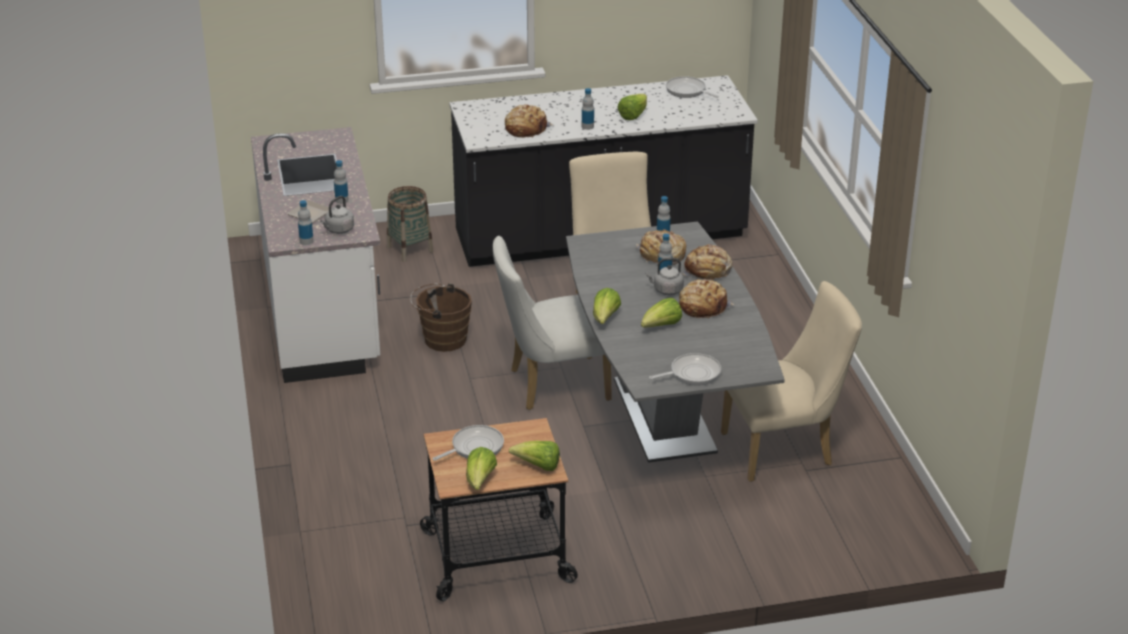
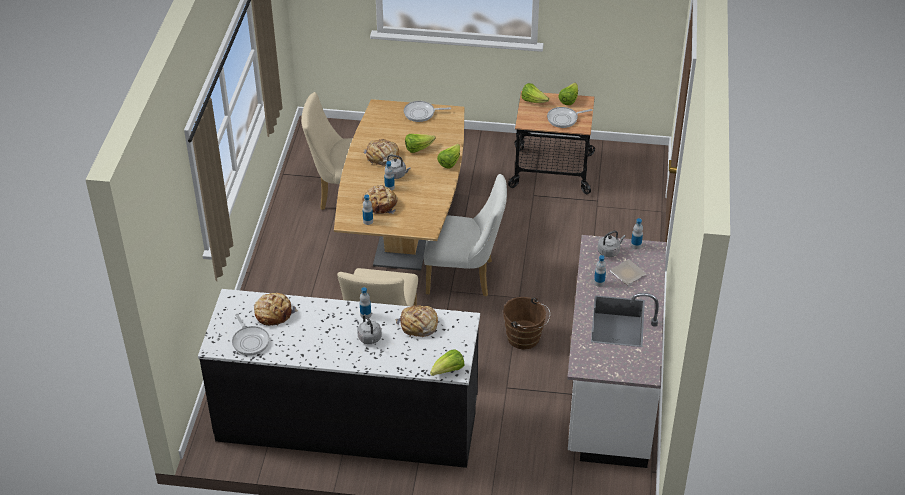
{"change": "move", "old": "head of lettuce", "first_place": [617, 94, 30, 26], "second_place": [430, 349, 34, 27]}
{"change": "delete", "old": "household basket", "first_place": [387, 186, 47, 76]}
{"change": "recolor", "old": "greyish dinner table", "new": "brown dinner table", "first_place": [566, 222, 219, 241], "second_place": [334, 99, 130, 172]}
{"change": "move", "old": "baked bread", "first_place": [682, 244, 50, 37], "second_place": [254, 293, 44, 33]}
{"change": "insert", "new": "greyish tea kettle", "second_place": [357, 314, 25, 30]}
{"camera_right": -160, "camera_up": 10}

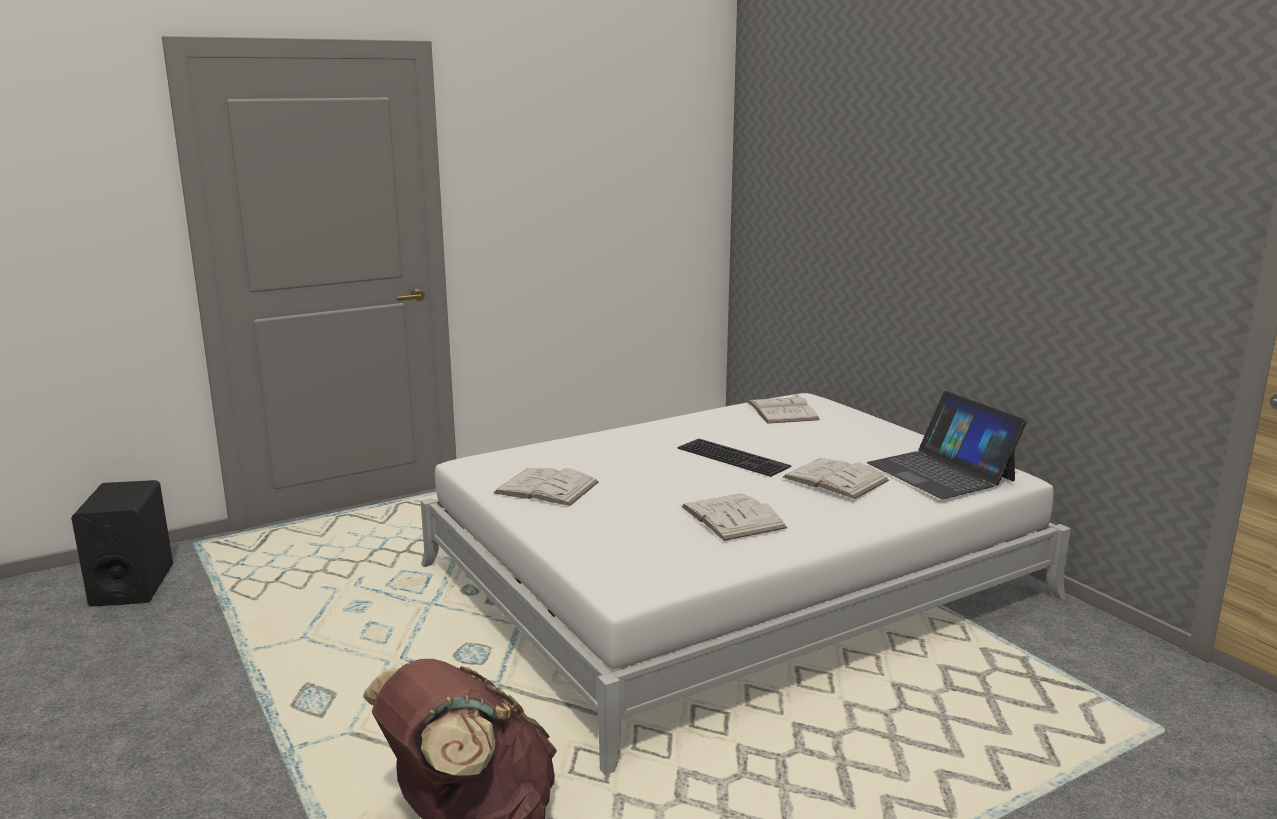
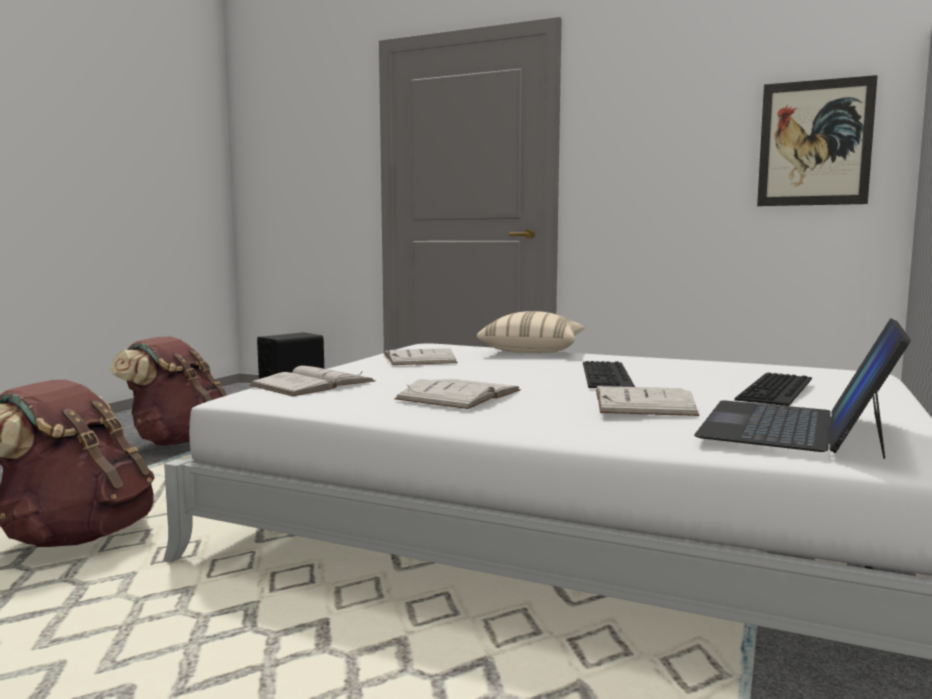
{"change": "move", "old": "white-coloured bound book", "first_place": [747, 394, 73, 30], "second_place": [250, 366, 126, 30]}
{"change": "insert", "new": "wall art", "second_place": [757, 75, 121, 131]}
{"change": "insert", "new": "sand-coloured throw pillow", "second_place": [477, 311, 108, 42]}
{"change": "insert", "new": "brown knapsack", "second_place": [110, 336, 117, 110]}
{"change": "insert", "new": "keyboard", "second_place": [735, 373, 77, 33]}
{"camera_right": 55, "camera_up": -10}

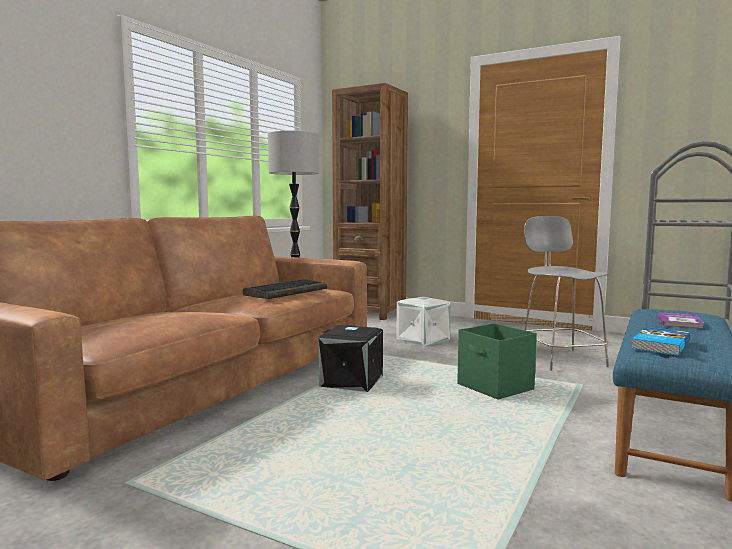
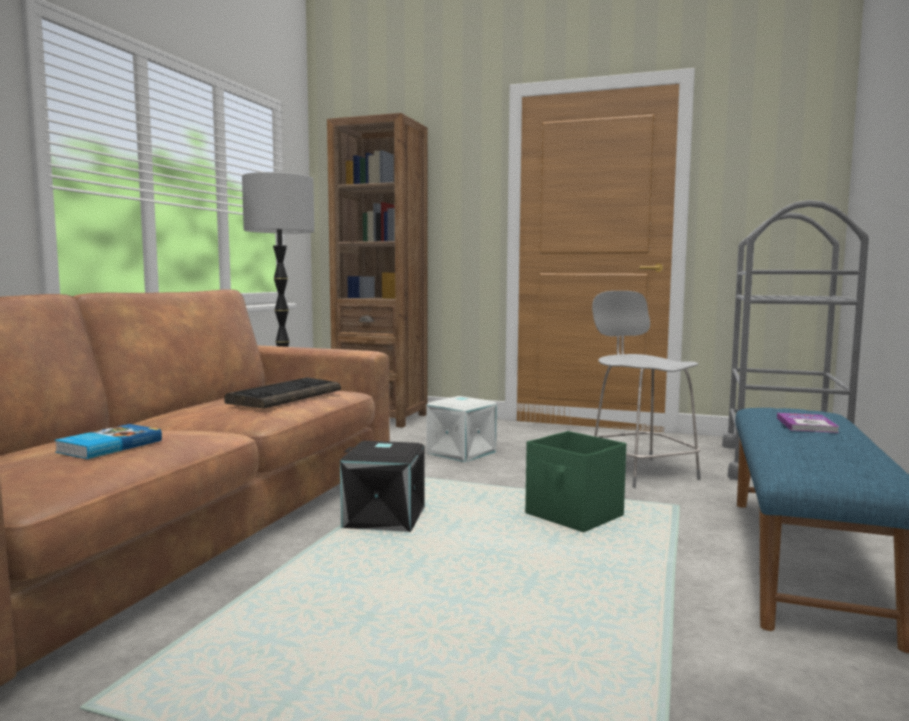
{"change": "move", "old": "bound book", "first_place": [631, 327, 59, 29], "second_place": [54, 424, 108, 35]}
{"camera_right": -10, "camera_up": 0}

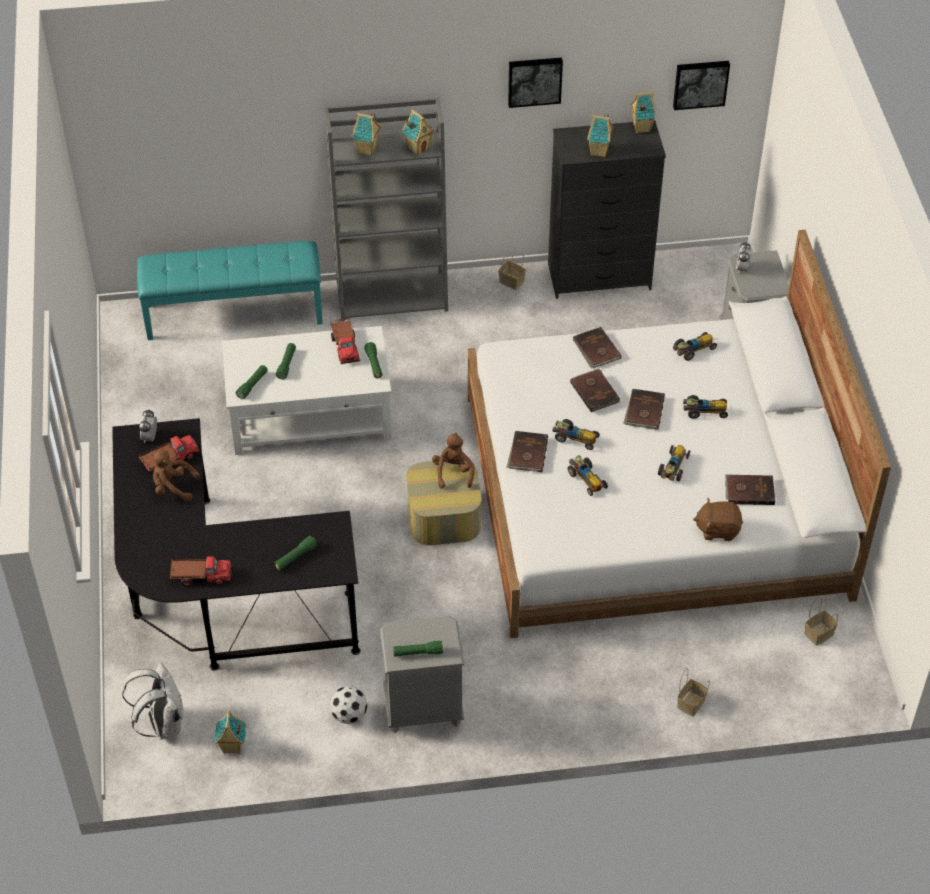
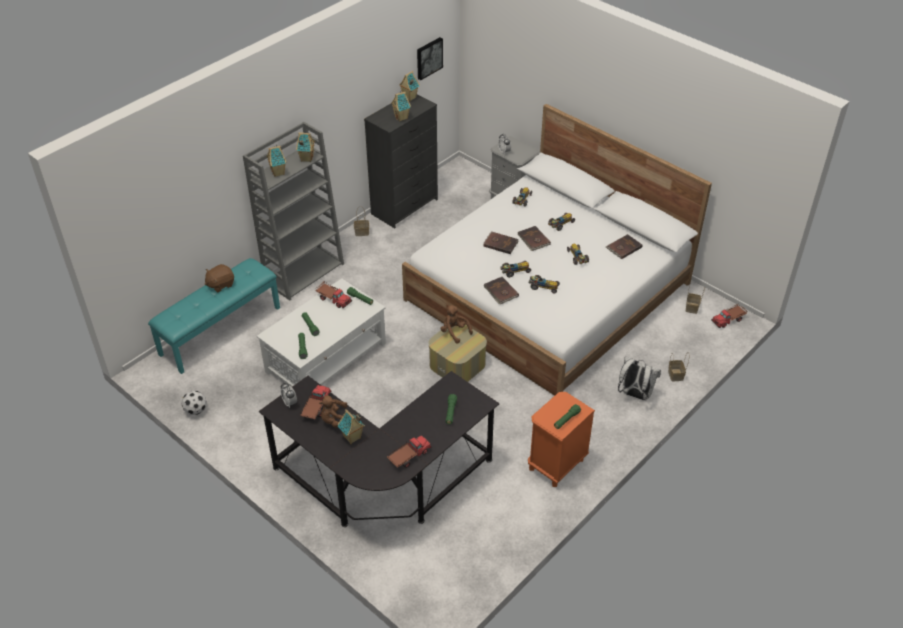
{"change": "delete", "old": "wall art", "first_place": [508, 58, 55, 50]}
{"change": "delete", "old": "brown bound book", "first_place": [573, 327, 49, 42]}
{"change": "move", "old": "brown cuddly toy", "first_place": [693, 498, 50, 43], "second_place": [205, 264, 29, 28]}
{"change": "recolor", "old": "greyish night table", "new": "orange night table", "first_place": [380, 616, 84, 117], "second_place": [528, 392, 67, 95]}
{"change": "move", "old": "white-coloured knapsack", "first_place": [122, 663, 61, 77], "second_place": [618, 356, 43, 44]}
{"change": "move", "old": "football ball", "first_place": [330, 686, 38, 38], "second_place": [181, 391, 26, 24]}
{"change": "move", "old": "toy house", "first_place": [214, 711, 32, 43], "second_place": [337, 409, 28, 35]}
{"change": "insert", "new": "toy lorry", "second_place": [711, 304, 36, 24]}
{"camera_right": -40, "camera_up": -5}

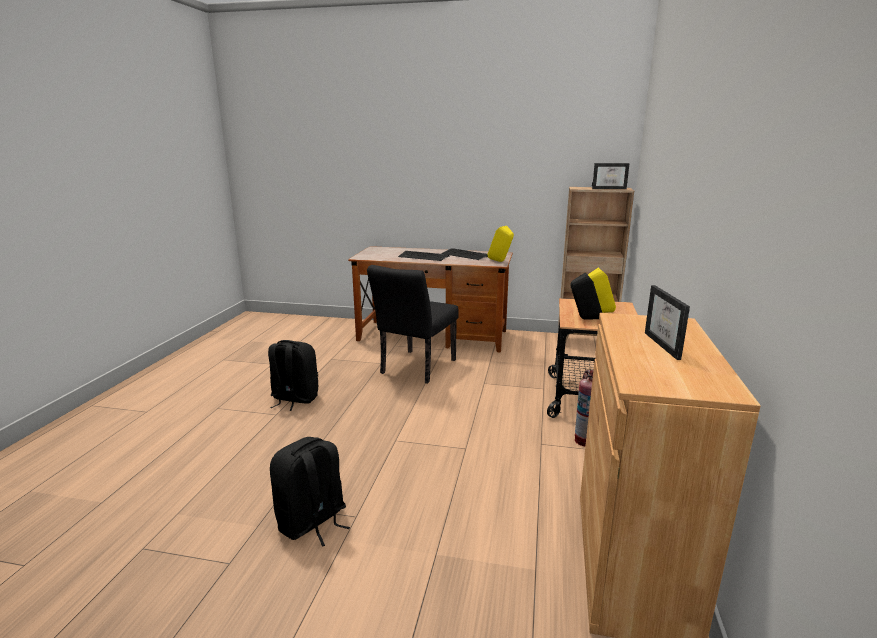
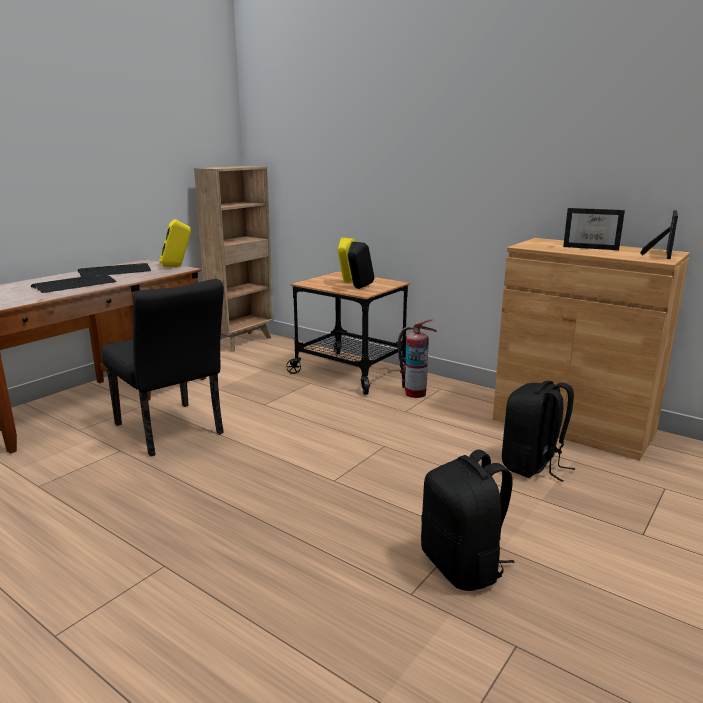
{"change": "move", "old": "standing frame", "first_place": [592, 163, 38, 26], "second_place": [640, 210, 38, 49]}
{"change": "move", "old": "black-coloured knapsack", "first_place": [268, 340, 50, 71], "second_place": [502, 381, 73, 101]}
{"camera_right": -65, "camera_up": 0}

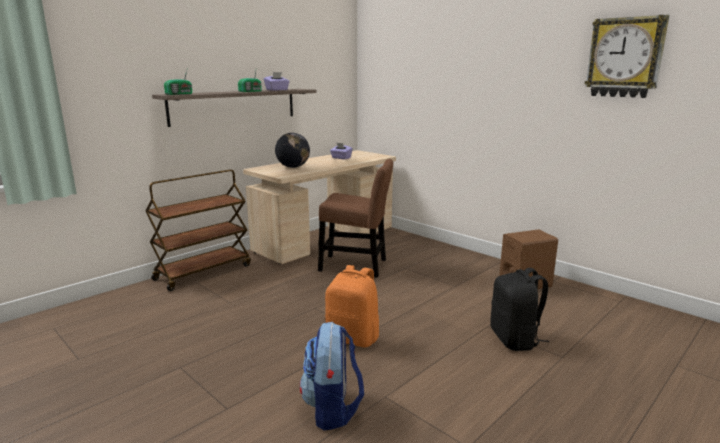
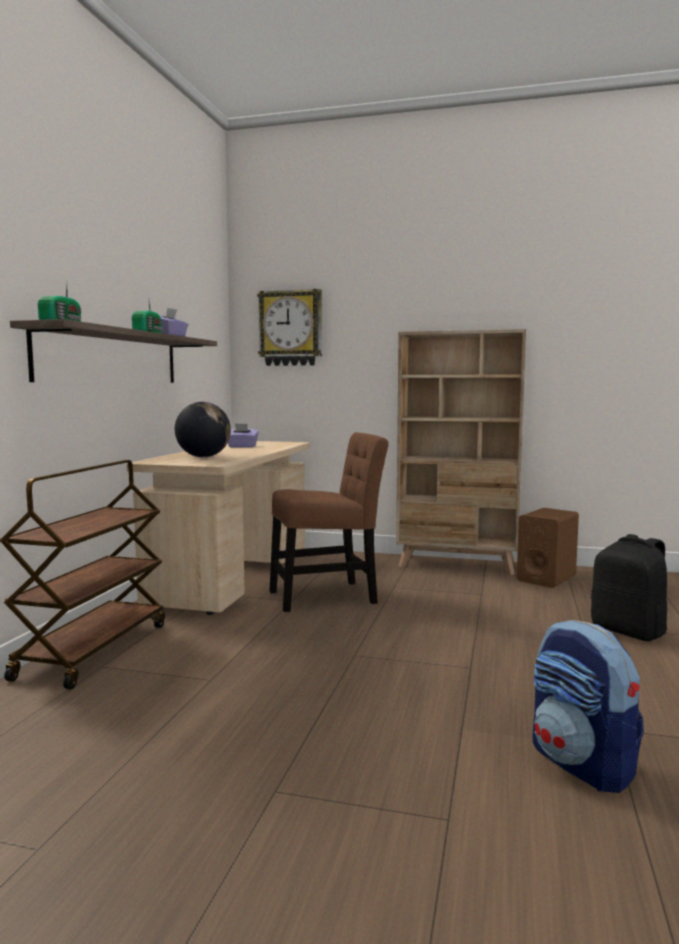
{"change": "move", "old": "wall clock", "first_place": [585, 15, 84, 83], "second_place": [257, 289, 65, 77]}
{"change": "delete", "old": "orange knapsack", "first_place": [325, 265, 54, 82]}
{"change": "insert", "new": "sand-coloured shelving unit", "second_place": [396, 329, 130, 246]}
{"camera_right": -30, "camera_up": -10}

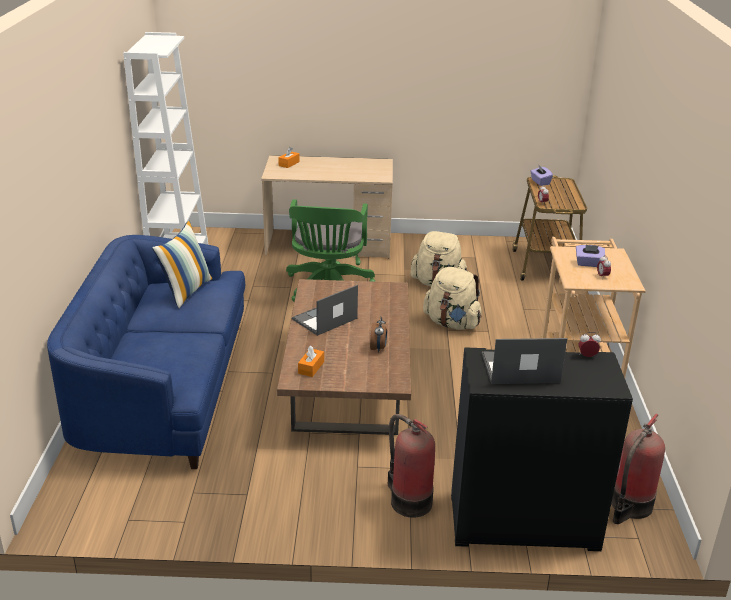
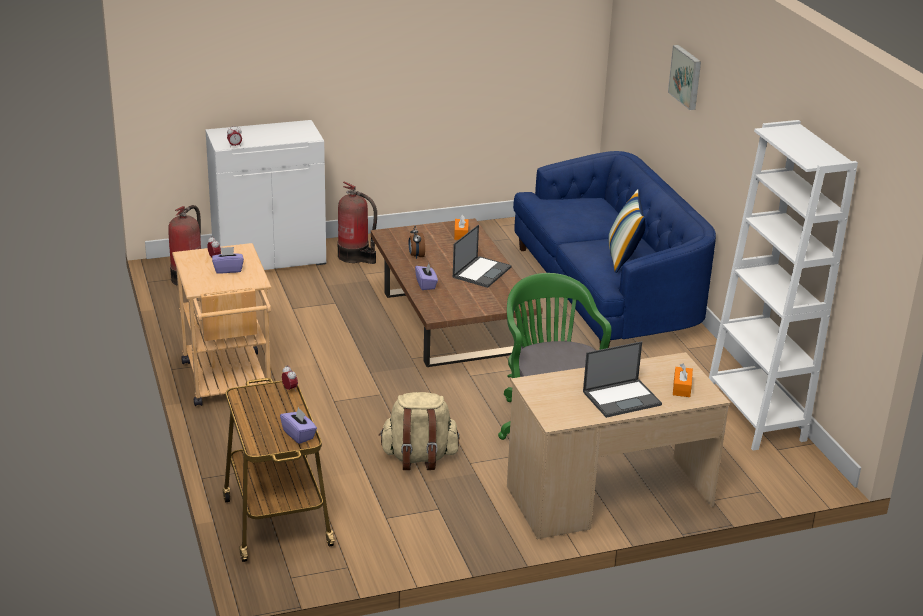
{"change": "delete", "old": "sand-coloured knapsack", "first_place": [423, 267, 59, 63]}
{"change": "move", "old": "notebook computer", "first_place": [482, 338, 86, 46], "second_place": [583, 341, 79, 77]}
{"change": "recolor", "old": "black-coloured storage cabinet", "new": "white-coloured storage cabinet", "first_place": [451, 347, 182, 204], "second_place": [205, 120, 121, 150]}
{"change": "insert", "new": "wall art", "second_place": [668, 45, 33, 65]}
{"change": "insert", "new": "purple-coloured box of tissues", "second_place": [415, 263, 23, 27]}
{"camera_right": 160, "camera_up": 0}

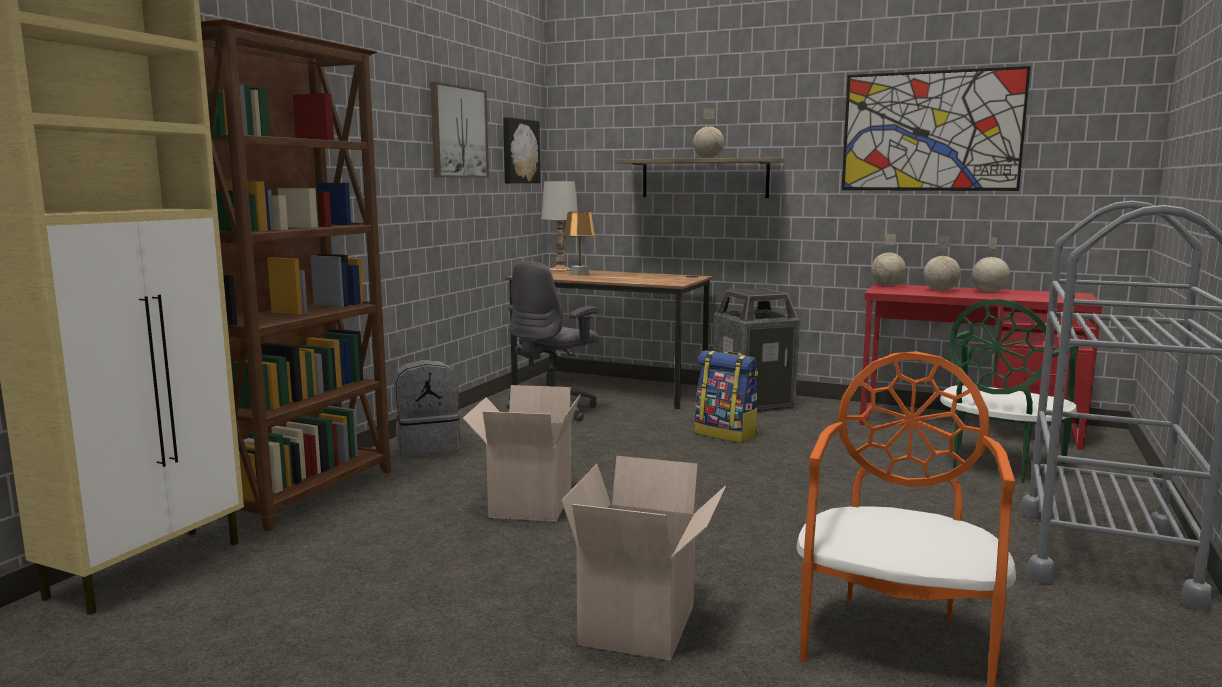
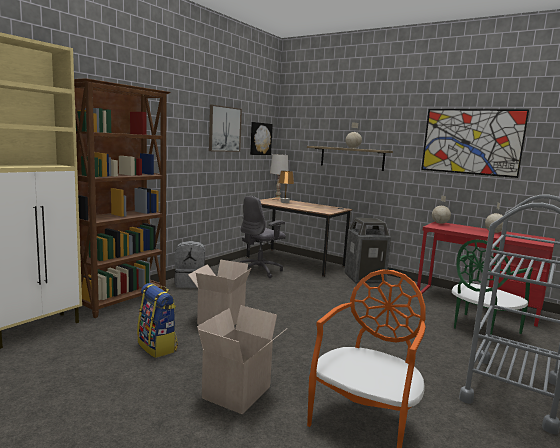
{"change": "delete", "old": "globe", "first_place": [923, 236, 38, 55]}
{"change": "move", "old": "knapsack", "first_place": [695, 350, 63, 93], "second_place": [137, 283, 41, 75]}
{"camera_right": 10, "camera_up": 0}

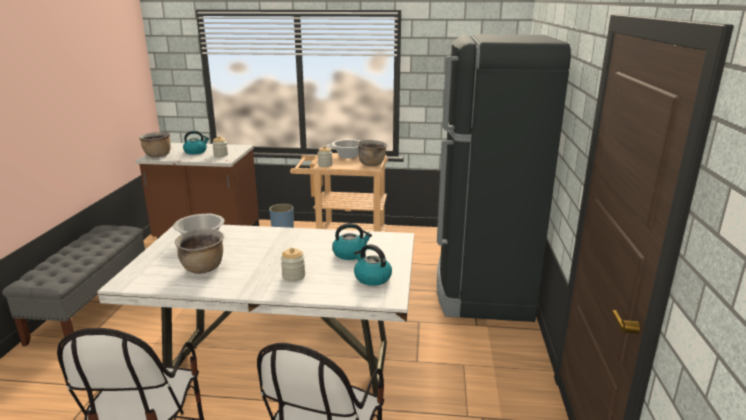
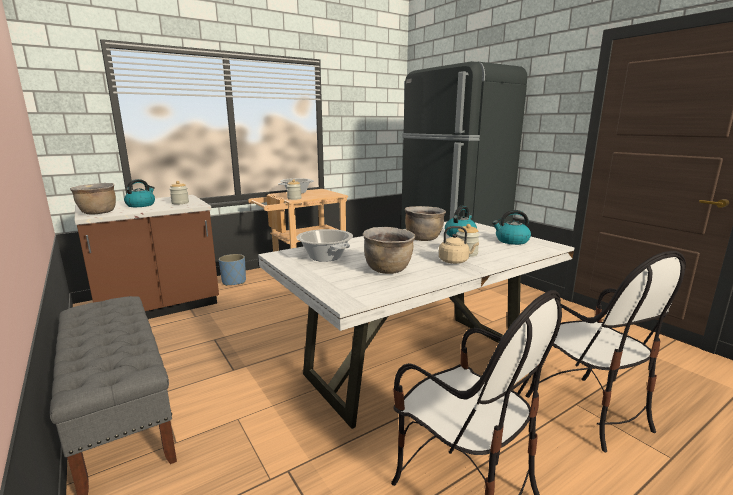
{"change": "move", "old": "brown saucepot", "first_place": [357, 140, 30, 26], "second_place": [405, 206, 41, 35]}
{"change": "insert", "new": "sand-coloured tea kettle", "second_place": [439, 226, 40, 38]}
{"camera_right": -40, "camera_up": -5}

